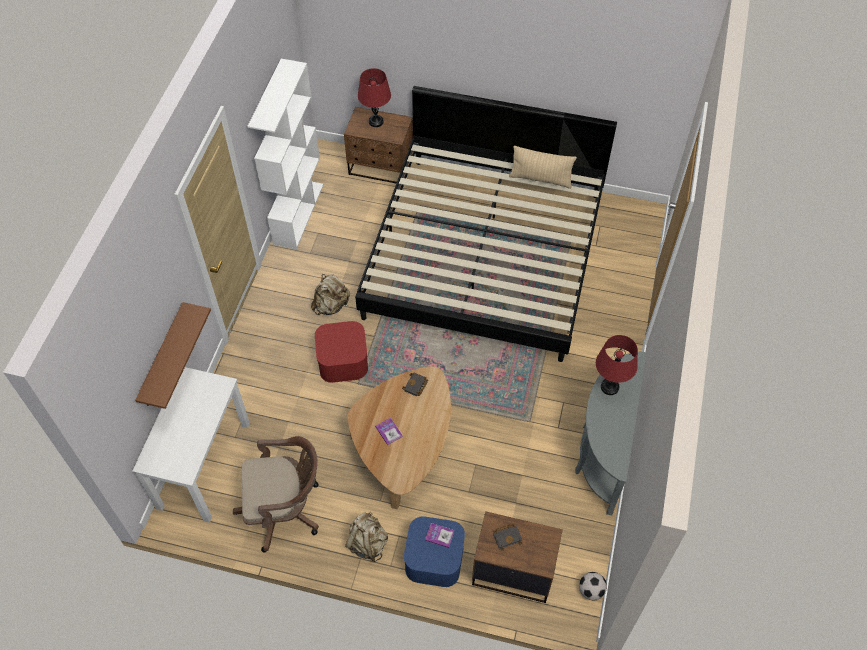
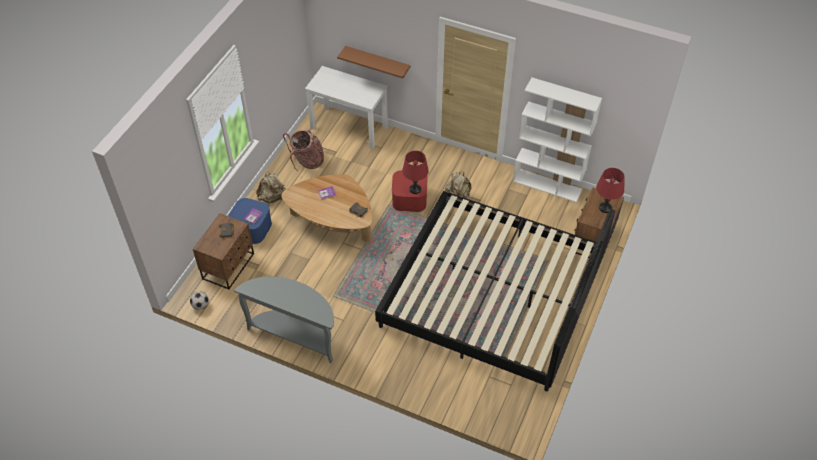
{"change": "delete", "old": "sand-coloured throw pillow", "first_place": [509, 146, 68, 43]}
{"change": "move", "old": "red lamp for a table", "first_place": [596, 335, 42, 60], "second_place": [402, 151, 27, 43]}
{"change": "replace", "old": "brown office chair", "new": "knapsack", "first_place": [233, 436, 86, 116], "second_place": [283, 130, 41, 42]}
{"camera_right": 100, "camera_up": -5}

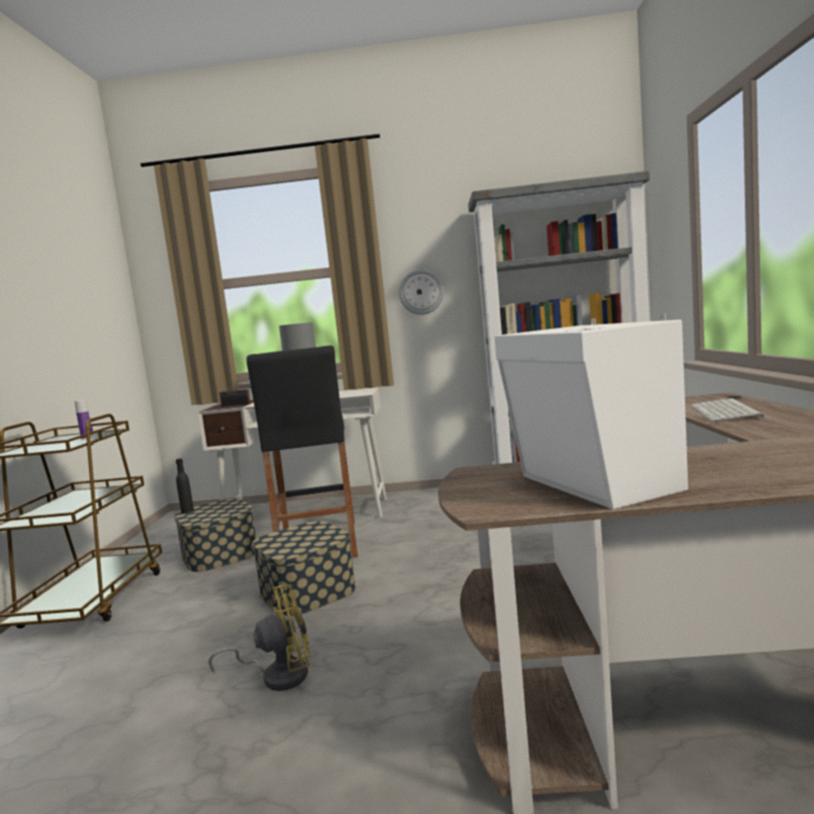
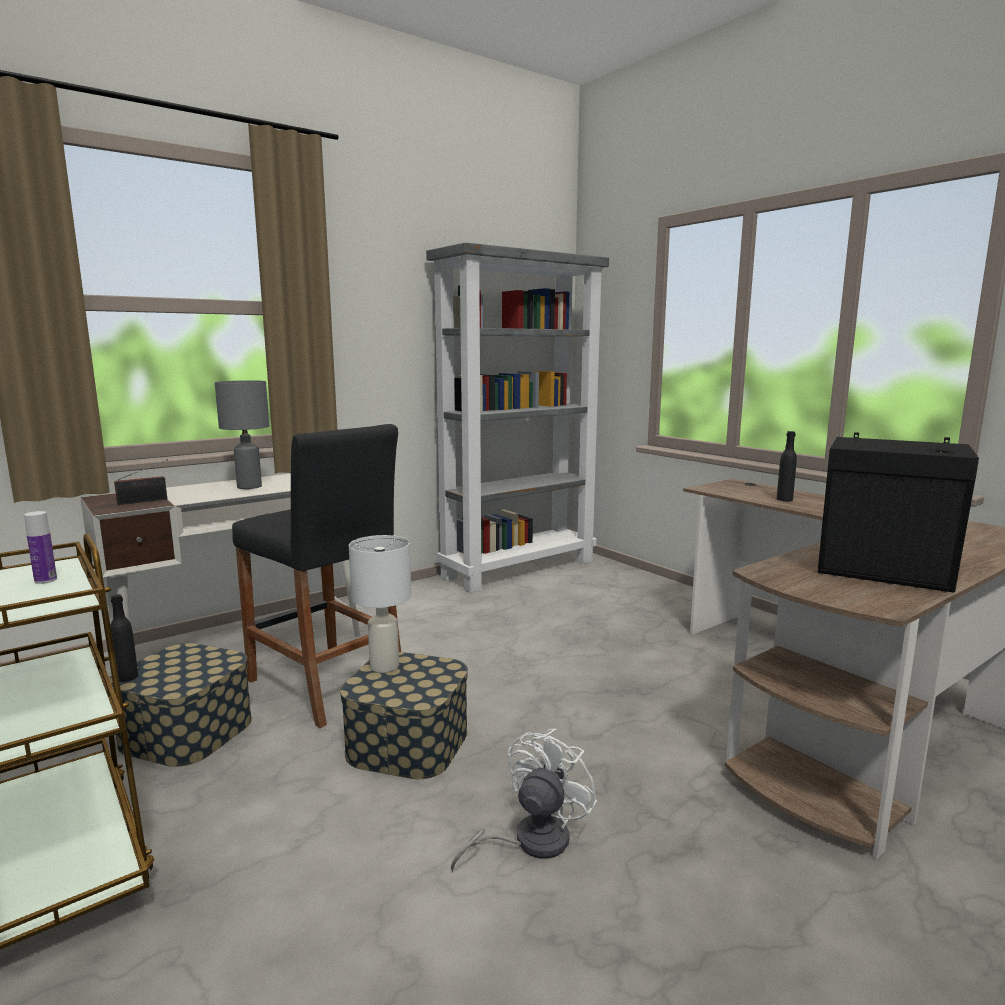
{"change": "delete", "old": "wall clock", "first_place": [399, 269, 45, 46]}
{"change": "recolor", "old": "white-coloured loudspeaker", "new": "black-coloured loudspeaker", "first_place": [495, 313, 193, 196], "second_place": [818, 432, 161, 161]}
{"change": "replace", "old": "keyboard", "new": "black-coloured drink bottle", "first_place": [690, 398, 74, 23], "second_place": [777, 431, 20, 70]}
{"change": "recolor", "old": "yellowish electric fan", "new": "white-coloured electric fan", "first_place": [209, 584, 102, 107], "second_place": [451, 728, 146, 144]}
{"change": "insert", "new": "white-coloured lamp for a table", "second_place": [349, 535, 62, 138]}
{"camera_right": -40, "camera_up": 5}

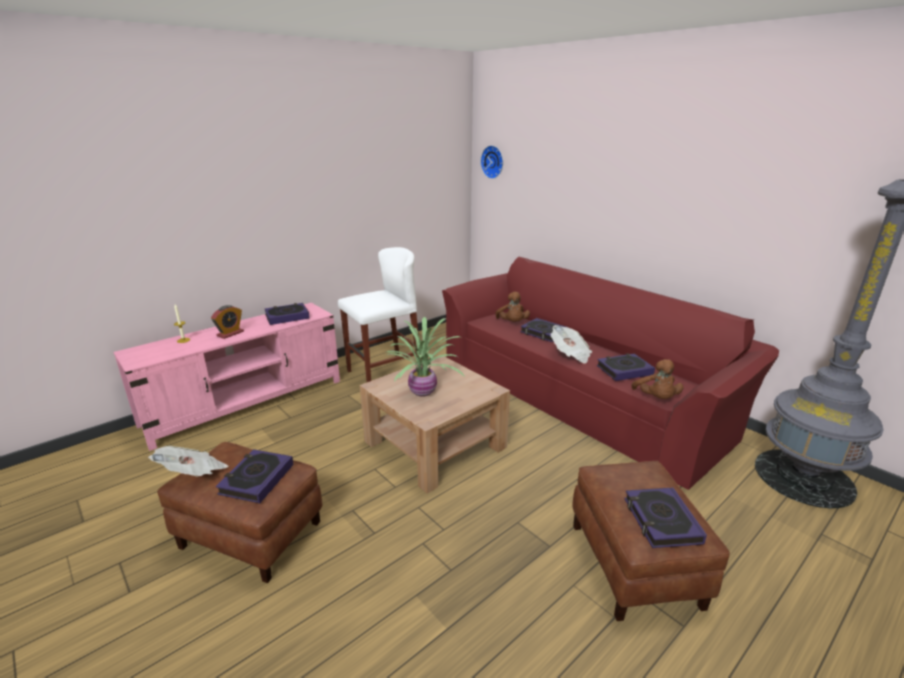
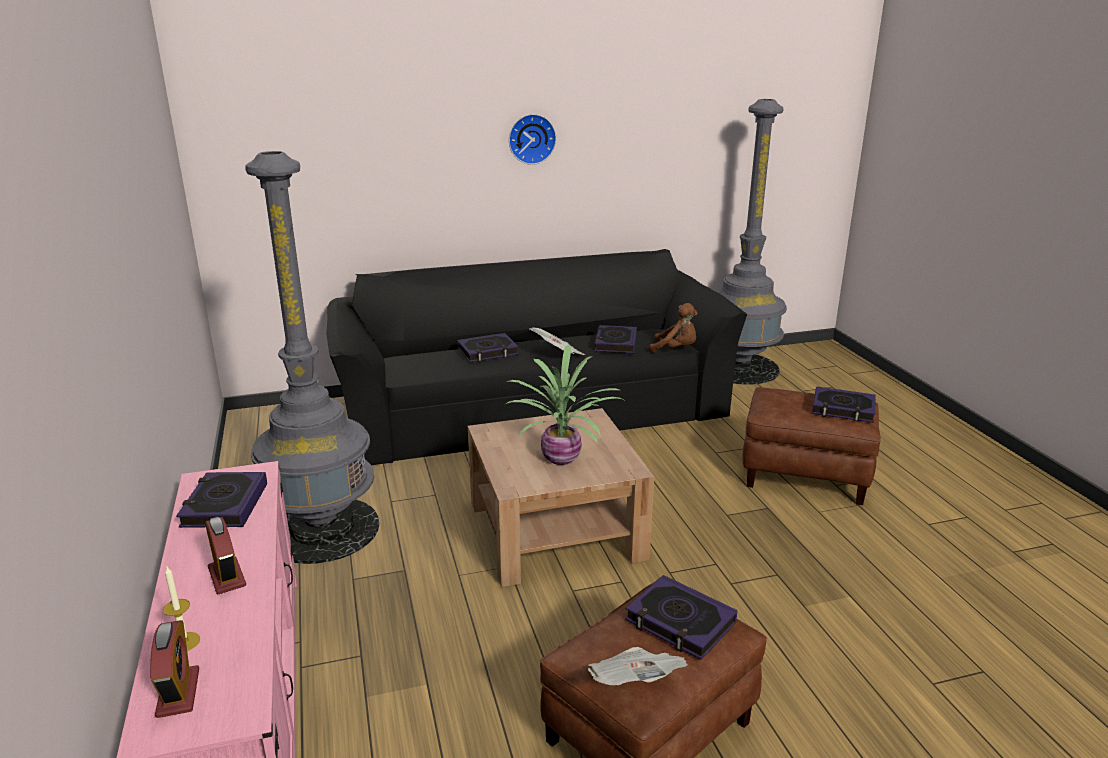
{"change": "move", "old": "wall clock", "first_place": [480, 145, 23, 34], "second_place": [509, 114, 47, 51]}
{"change": "replace", "old": "white-coloured stool seat", "new": "greyish floor lamp", "first_place": [338, 247, 81, 135], "second_place": [246, 151, 133, 413]}
{"change": "recolor", "old": "red settee", "new": "black-coloured settee", "first_place": [442, 257, 337, 233], "second_place": [326, 249, 421, 216]}
{"change": "delete", "old": "brown cuddly toy", "first_place": [495, 292, 35, 30]}
{"change": "insert", "new": "bedside clock", "second_place": [150, 620, 49, 98]}
{"camera_right": -65, "camera_up": 0}

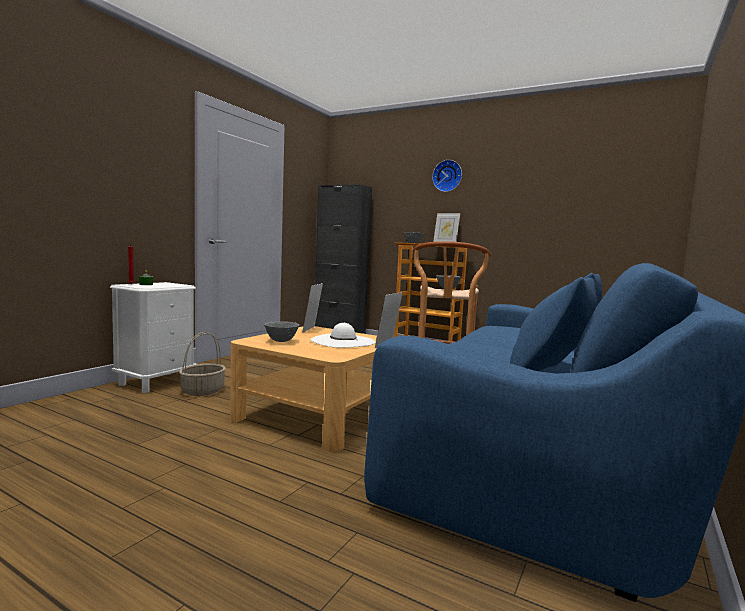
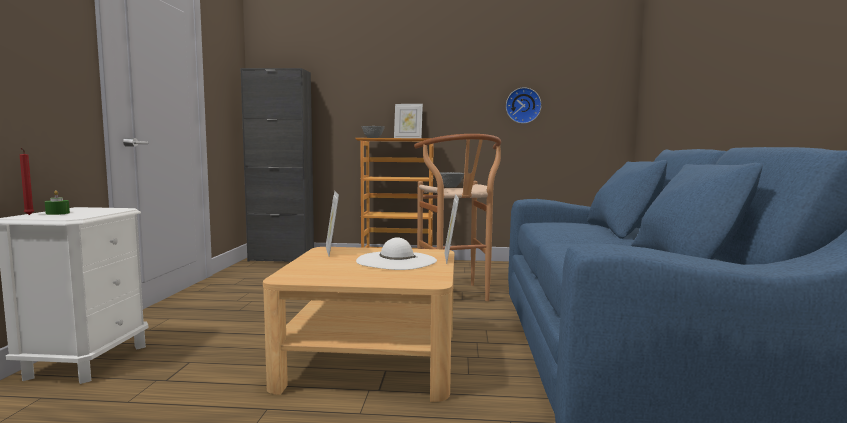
{"change": "move", "old": "wall clock", "first_place": [432, 160, 30, 32], "second_place": [506, 87, 36, 37]}
{"change": "delete", "old": "greyish serving bowl", "first_place": [264, 321, 35, 21]}
{"change": "delete", "old": "household basket", "first_place": [179, 332, 47, 64]}
{"camera_right": -25, "camera_up": 0}

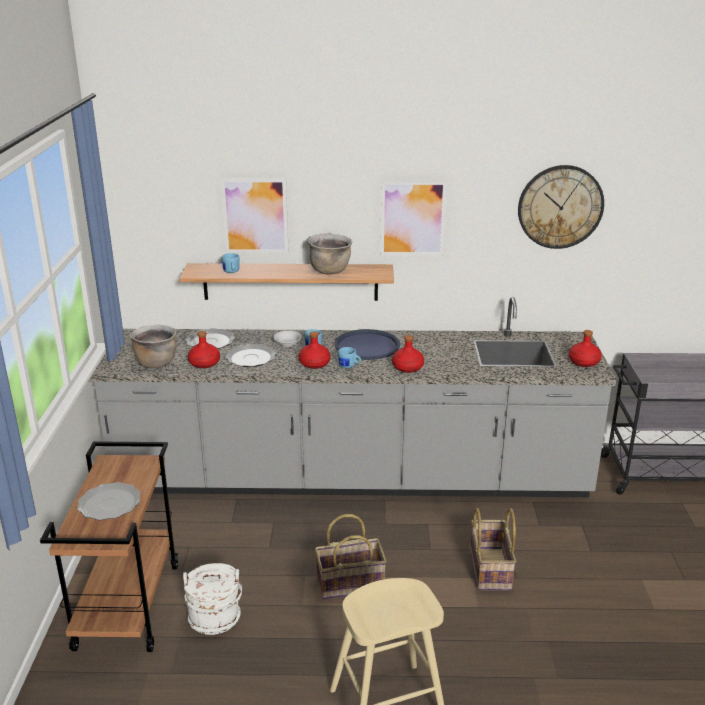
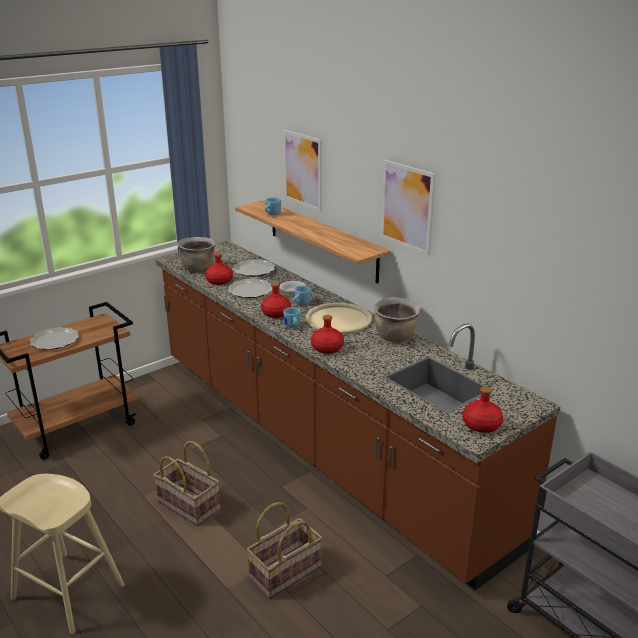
{"change": "delete", "old": "wall clock", "first_place": [518, 165, 86, 84]}
{"change": "move", "old": "brown saucepot", "first_place": [308, 233, 44, 42], "second_place": [374, 297, 46, 45]}
{"change": "recolor", "old": "greyish kitchen counter", "new": "brown kitchen counter", "first_place": [90, 297, 526, 200], "second_place": [156, 240, 405, 350]}
{"change": "recolor", "old": "blue-coloured carrying tray", "new": "sand-coloured carrying tray", "first_place": [334, 329, 66, 31], "second_place": [306, 303, 66, 31]}
{"change": "delete", "old": "white-coloured water bucket", "first_place": [183, 563, 59, 72]}
{"camera_right": 50, "camera_up": 0}

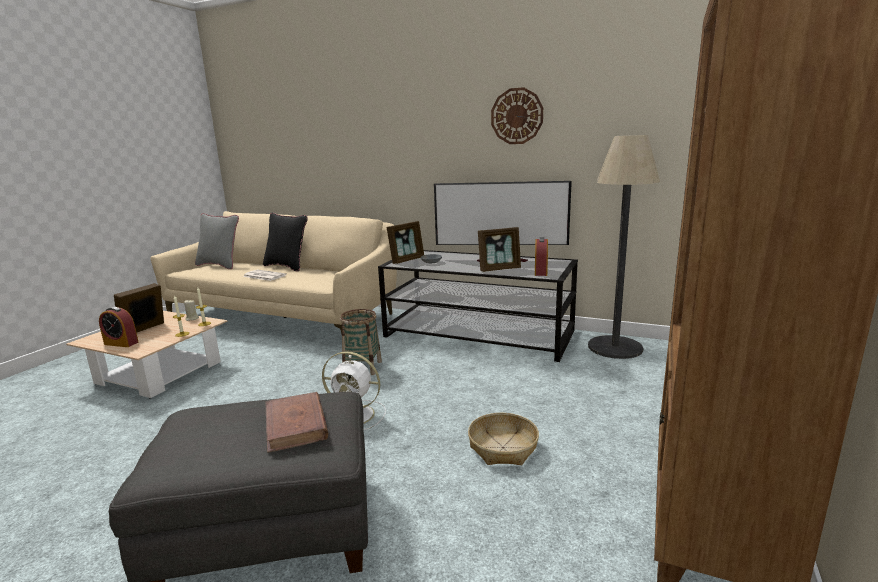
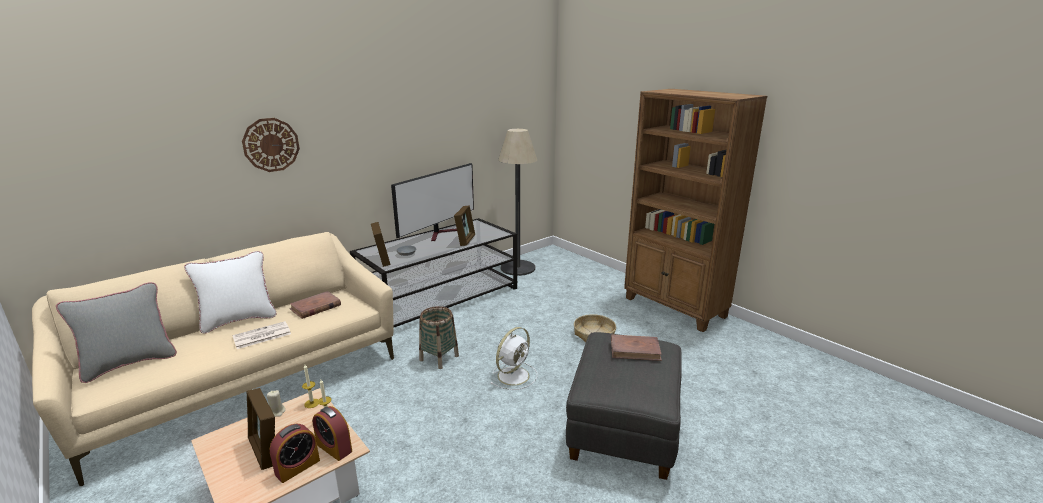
{"change": "move", "old": "wall clock", "first_place": [491, 87, 52, 57], "second_place": [242, 118, 58, 54]}
{"change": "recolor", "old": "black-coloured throw pillow", "new": "white-coloured throw pillow", "first_place": [263, 213, 45, 59], "second_place": [184, 251, 92, 83]}
{"change": "move", "old": "bedside clock", "first_place": [535, 237, 13, 39], "second_place": [312, 406, 40, 55]}
{"change": "insert", "new": "brown bound book", "second_place": [290, 291, 51, 28]}
{"camera_right": -65, "camera_up": 5}

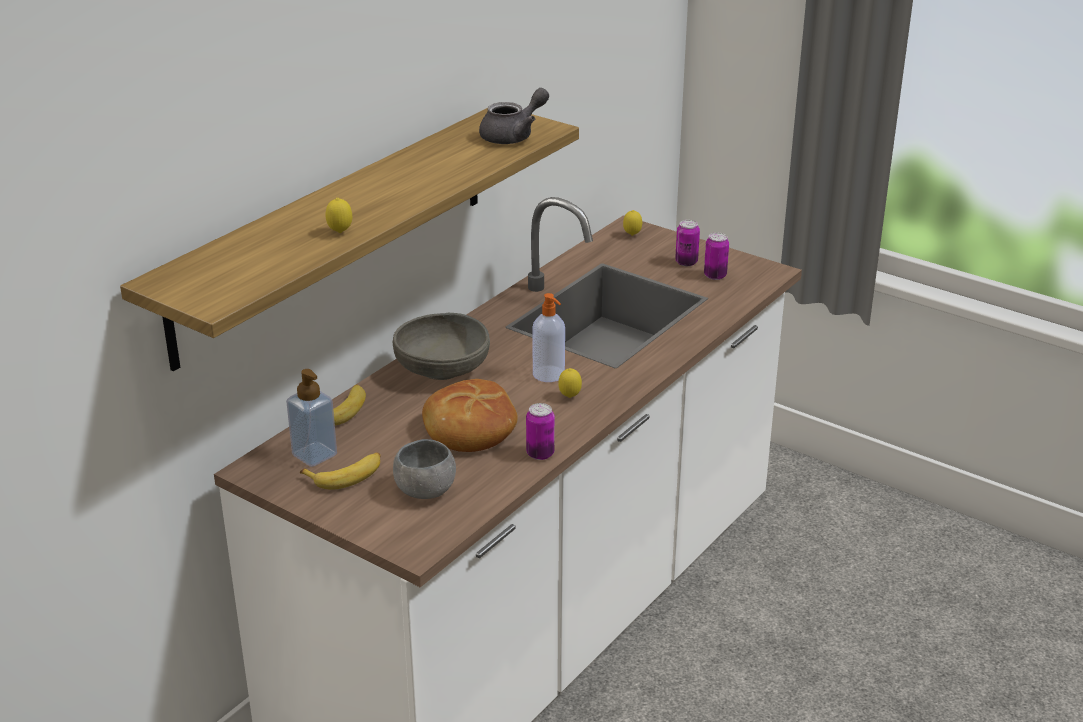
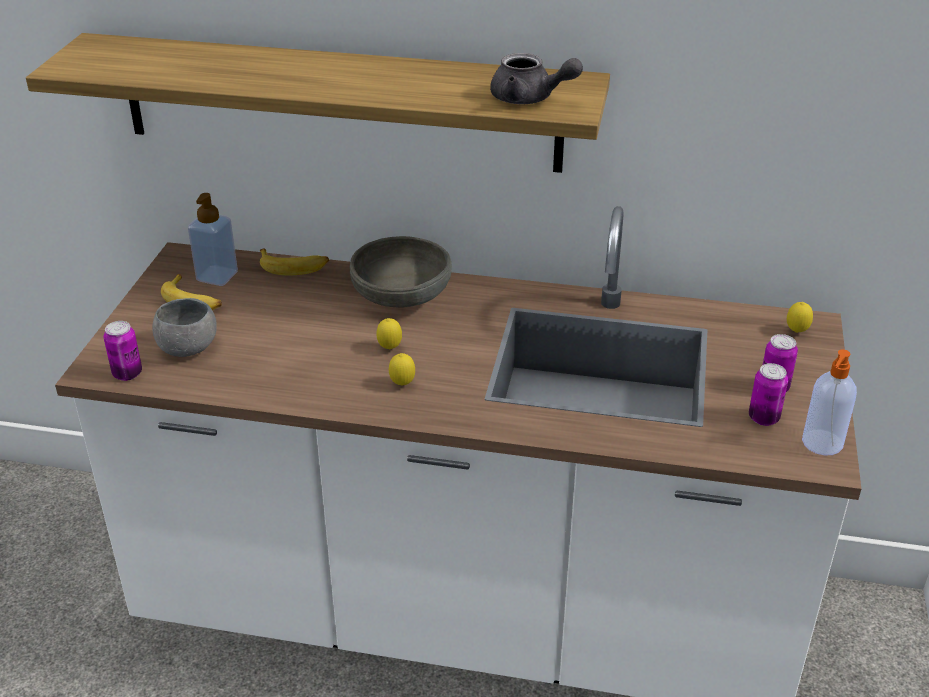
{"change": "move", "old": "whole lemon", "first_place": [325, 198, 27, 35], "second_place": [376, 318, 26, 32]}
{"change": "move", "old": "soap dispenser", "first_place": [533, 293, 32, 89], "second_place": [802, 349, 55, 106]}
{"change": "delete", "old": "baked bread", "first_place": [422, 379, 96, 73]}
{"change": "move", "old": "can", "first_place": [526, 403, 29, 57], "second_place": [104, 321, 38, 60]}
{"camera_right": 65, "camera_up": 5}

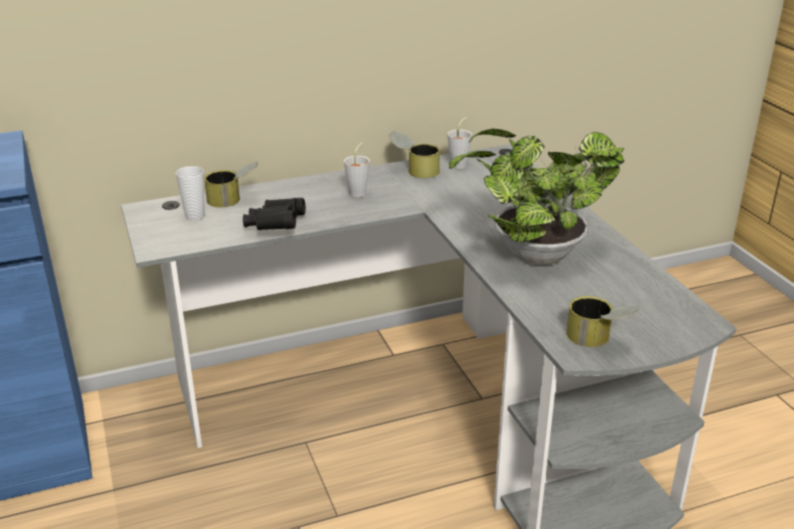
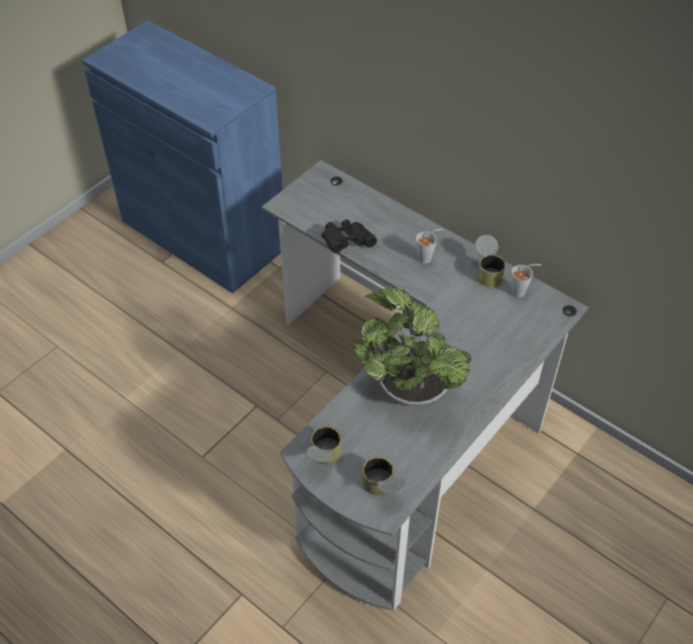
{"change": "move", "old": "can", "first_place": [204, 162, 55, 45], "second_place": [362, 456, 44, 40]}
{"change": "delete", "old": "small cup", "first_place": [176, 166, 29, 54]}
{"camera_right": 60, "camera_up": 20}

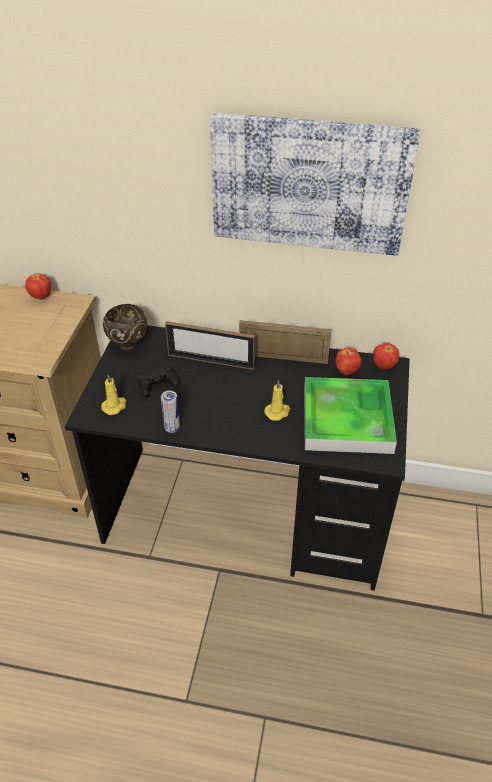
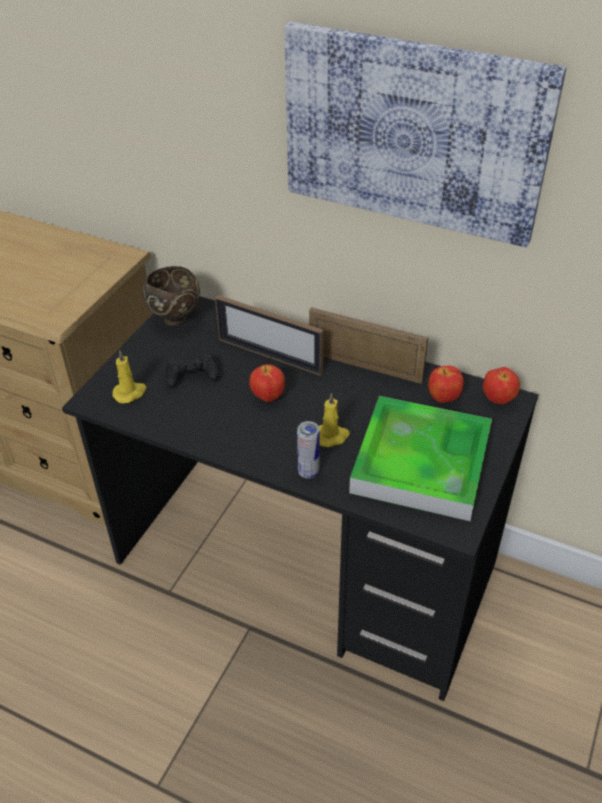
{"change": "move", "old": "apple fruit", "first_place": [25, 273, 26, 27], "second_place": [249, 364, 36, 38]}
{"change": "move", "old": "can", "first_place": [161, 391, 19, 42], "second_place": [297, 421, 23, 58]}
{"camera_right": 15, "camera_up": 0}

